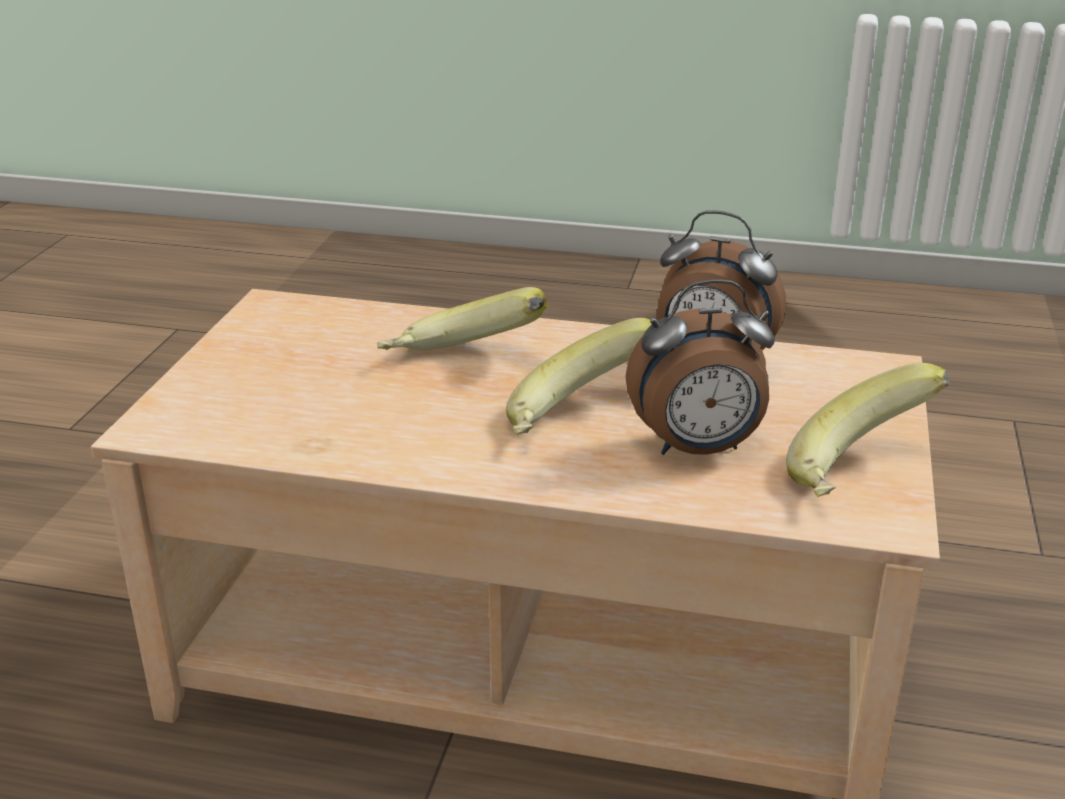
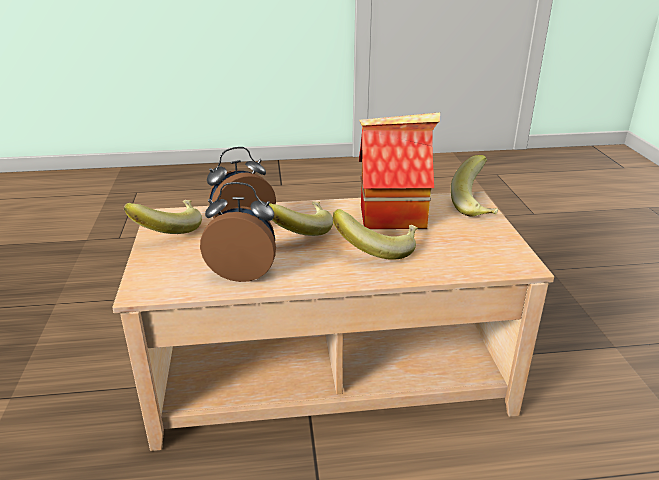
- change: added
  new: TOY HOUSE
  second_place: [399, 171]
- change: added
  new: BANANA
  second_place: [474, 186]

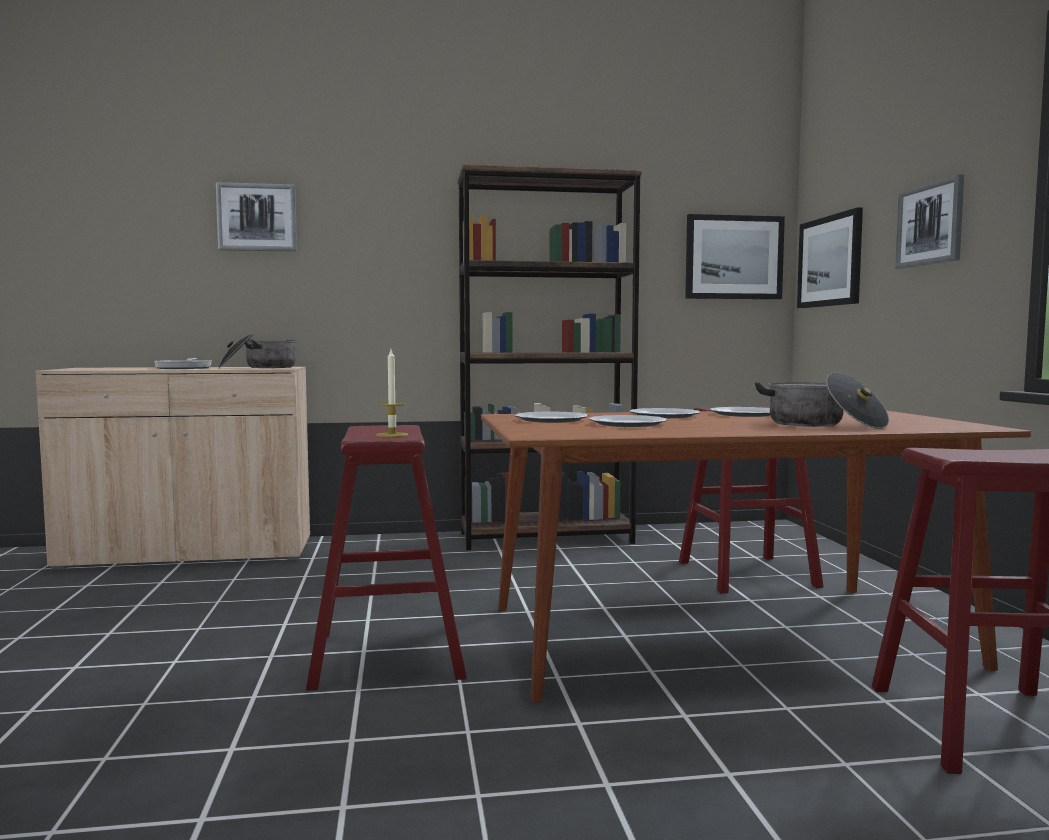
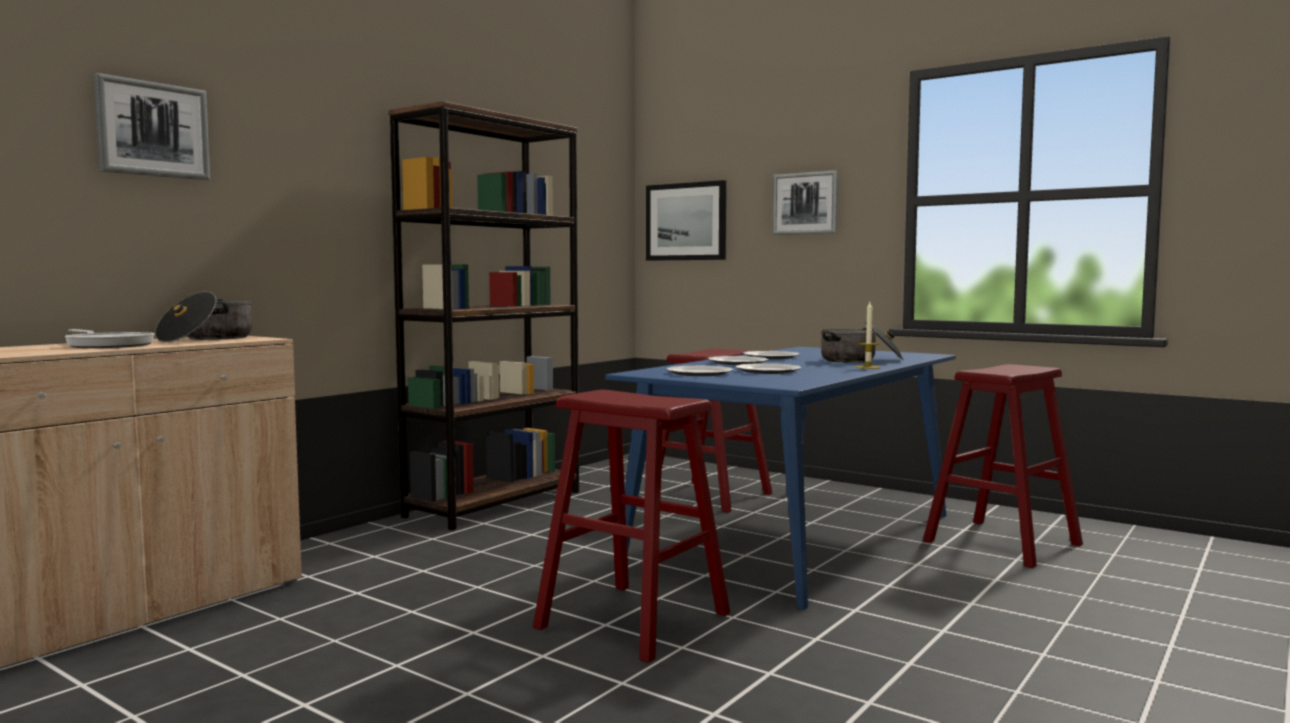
- change: removed
  old: PICTURE
  first_place: [735, 256]
- change: moved
  old: CANDLE
  first_place: [392, 393]
  second_place: [868, 335]
- change: recoloured
  old: BROWN DINING TABLE
  new: BLUE DINING TABLE
  first_place: [756, 556]
  second_place: [780, 478]

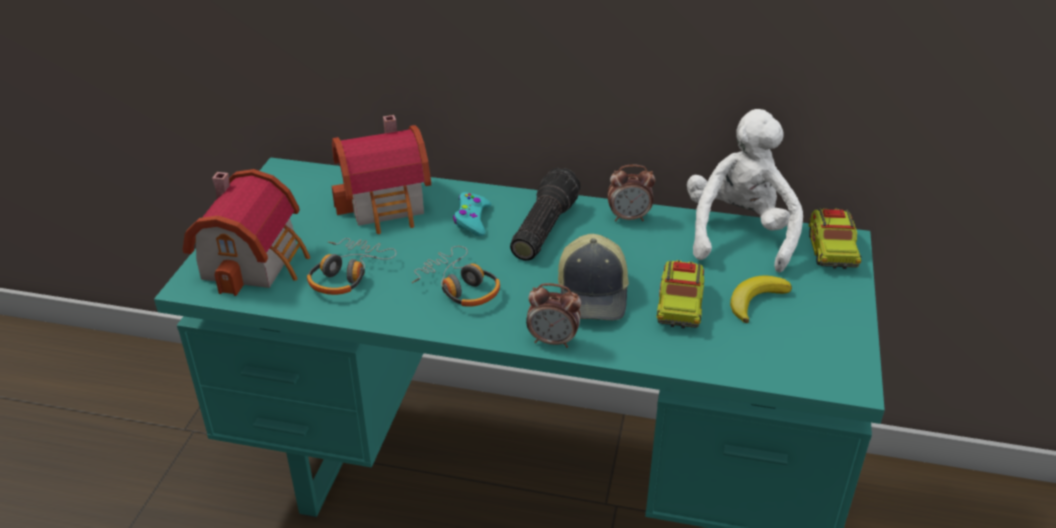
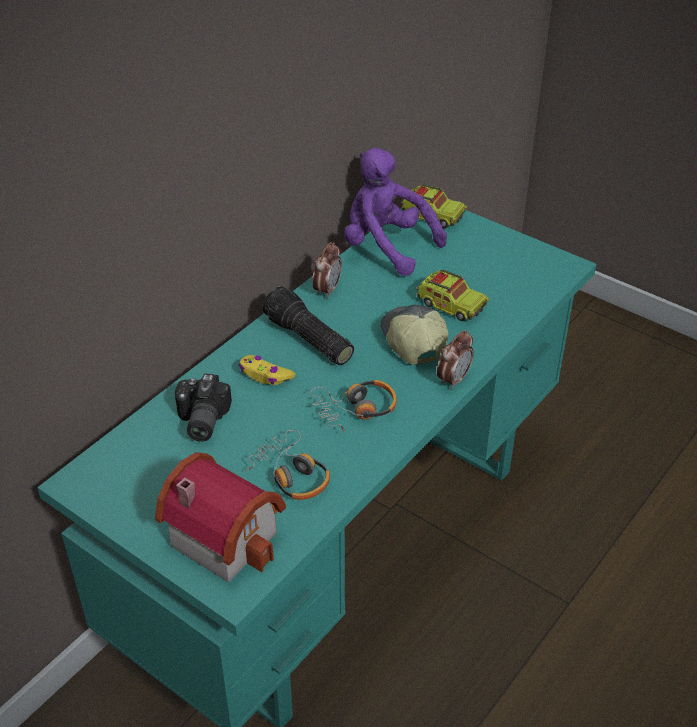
- change: recoloured
  old: WHITE PLUSH TOY
  new: PURPLE PLUSH TOY
  first_place: [745, 190]
  second_place: [395, 212]
- change: replaced
  old: TOY HOUSE
  new: PHOTO CAMERA
  first_place: [381, 174]
  second_place: [203, 408]
- change: recoloured
  old: TURQUOISE GAME CONTROLLER
  new: YELLOW GAME CONTROLLER
  first_place: [472, 214]
  second_place: [267, 370]
- change: turned
  old: CAP
  first_place: [593, 277]
  second_place: [414, 335]
  degrees: -135
- change: removed
  old: BANANA
  first_place: [761, 299]

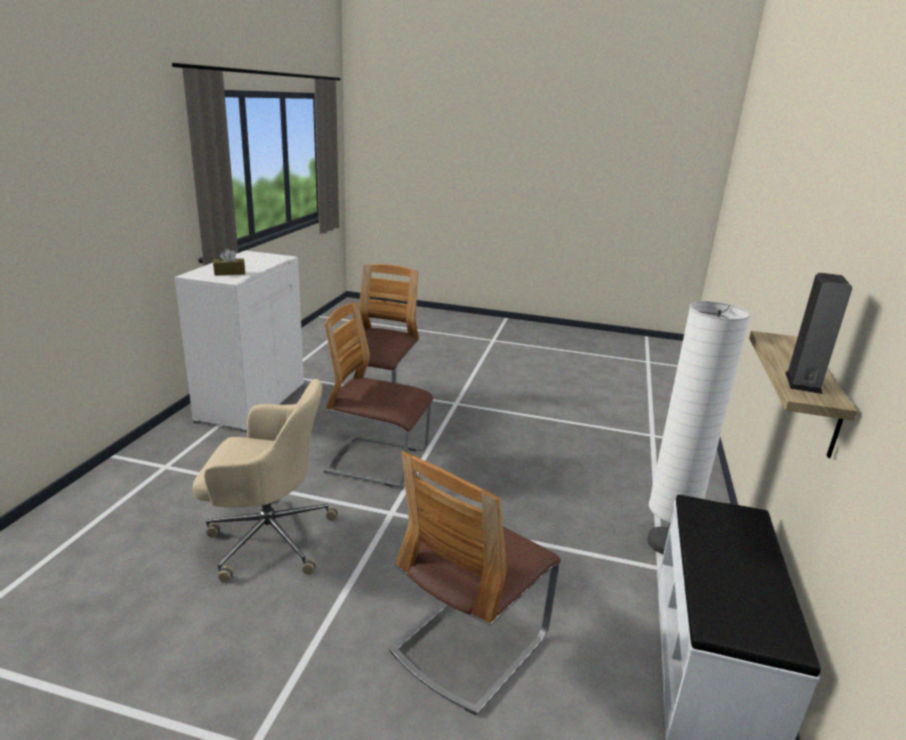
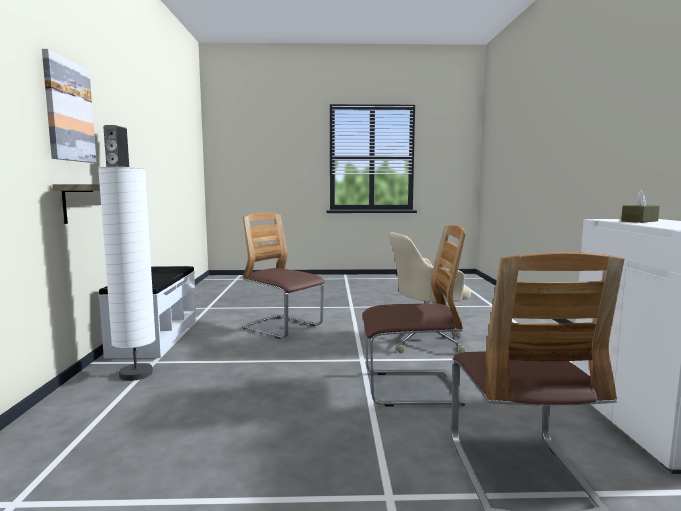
- change: turned
  old: CHAIR
  first_place: [475, 583]
  second_place: [283, 276]
  degrees: -75
- change: added
  new: PICTURE
  second_place: [69, 106]

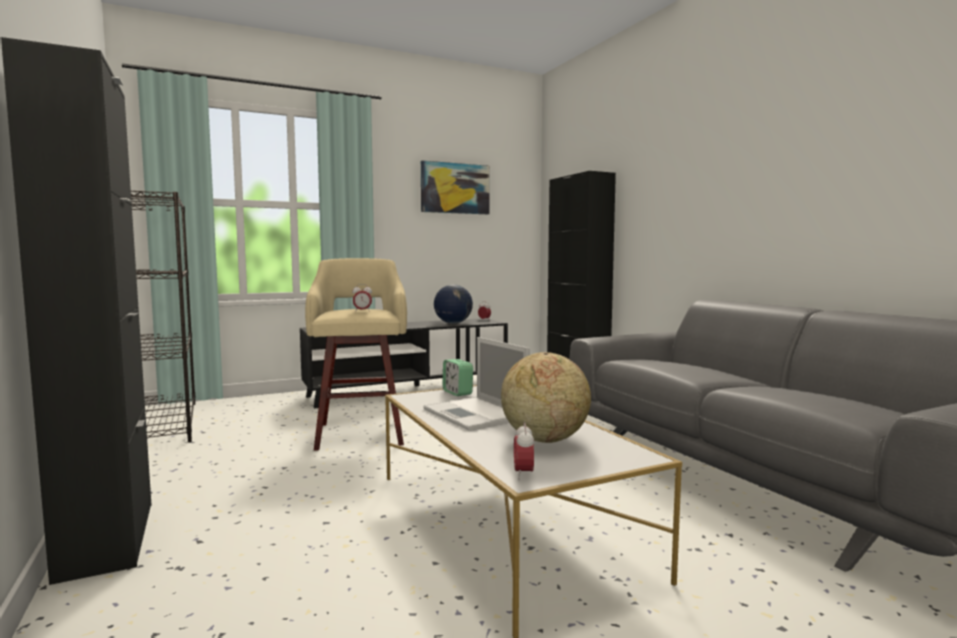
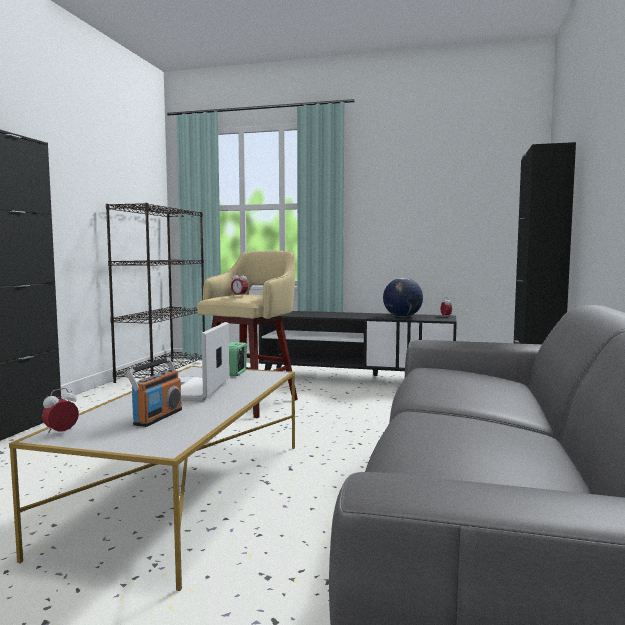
- change: removed
  old: PICTURE
  first_place: [455, 187]
- change: replaced
  old: GLOBE
  new: RADIO
  first_place: [546, 397]
  second_place: [154, 392]

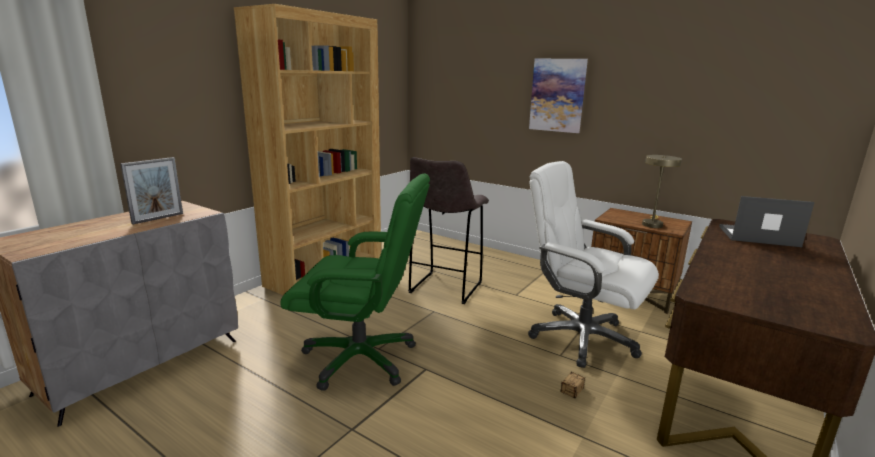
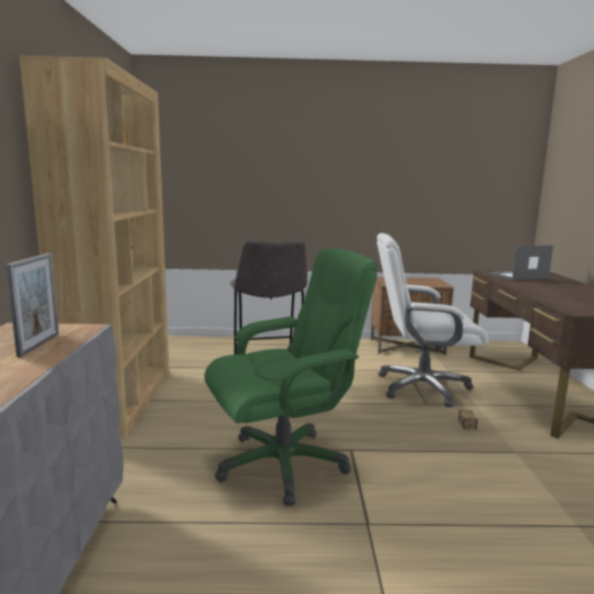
- change: removed
  old: PICTURE
  first_place: [558, 96]
- change: removed
  old: BEIGE TABLE LAMP
  first_place: [662, 191]

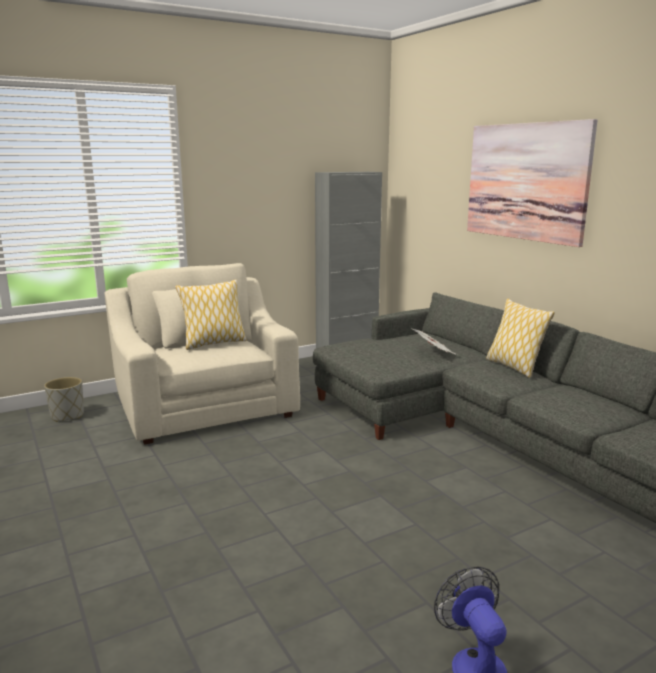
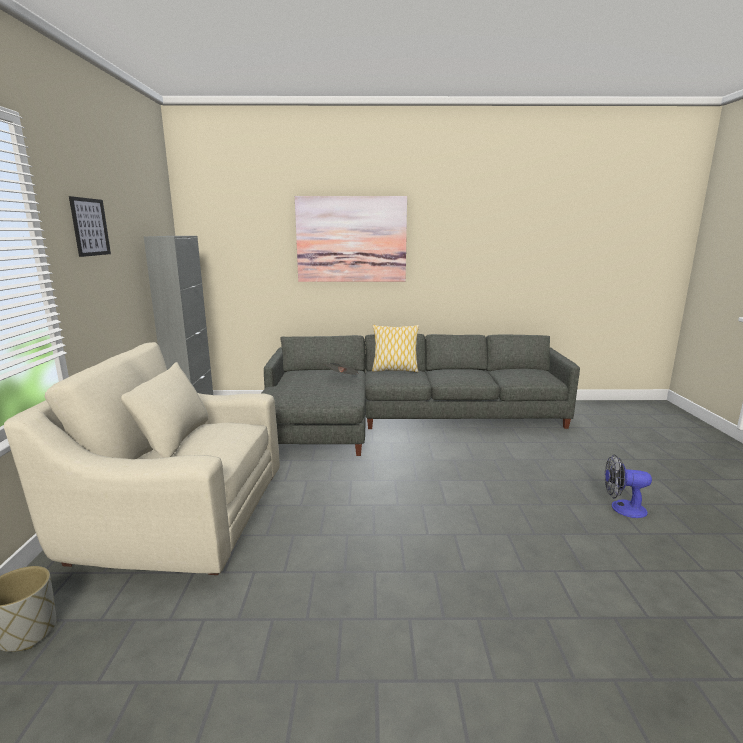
- change: removed
  old: PILLOW
  first_place: [211, 314]
- change: added
  new: PICTURE
  second_place: [90, 226]

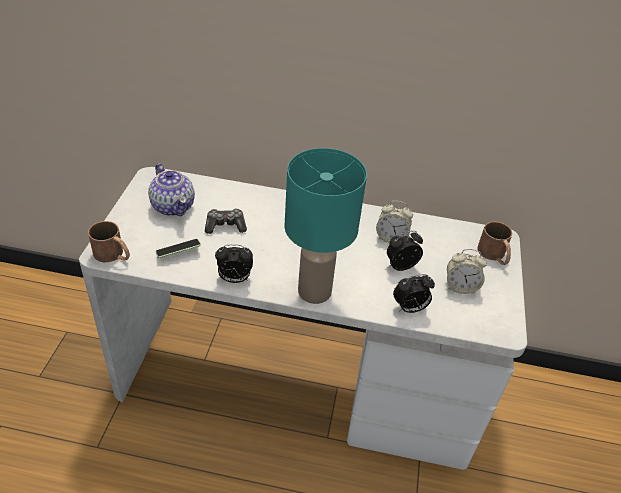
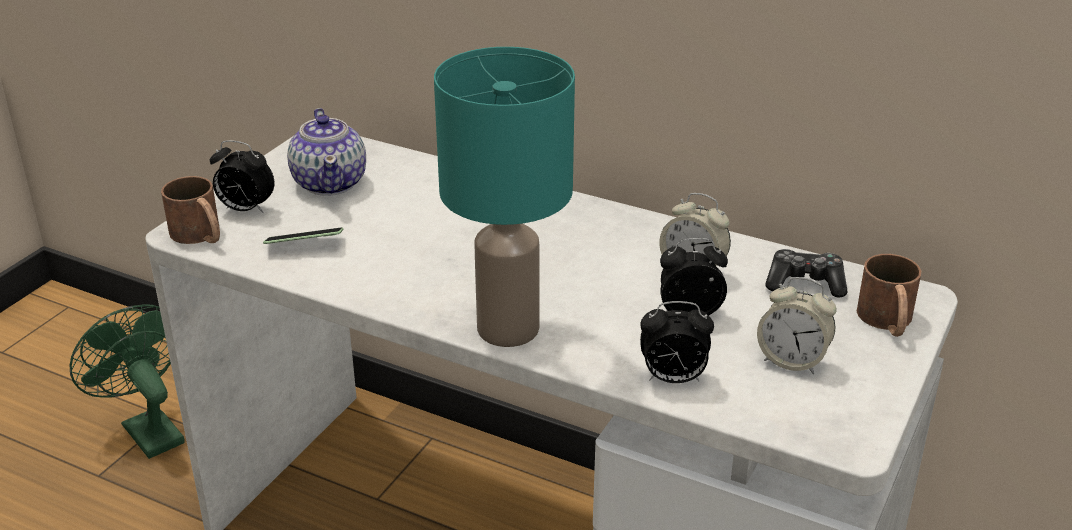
- change: moved
  old: GAME CONTROLLER
  first_place: [226, 221]
  second_place: [806, 273]
- change: moved
  old: ALARM CLOCK
  first_place: [234, 263]
  second_place: [242, 177]
- change: added
  new: GREEN FAN
  second_place: [127, 381]

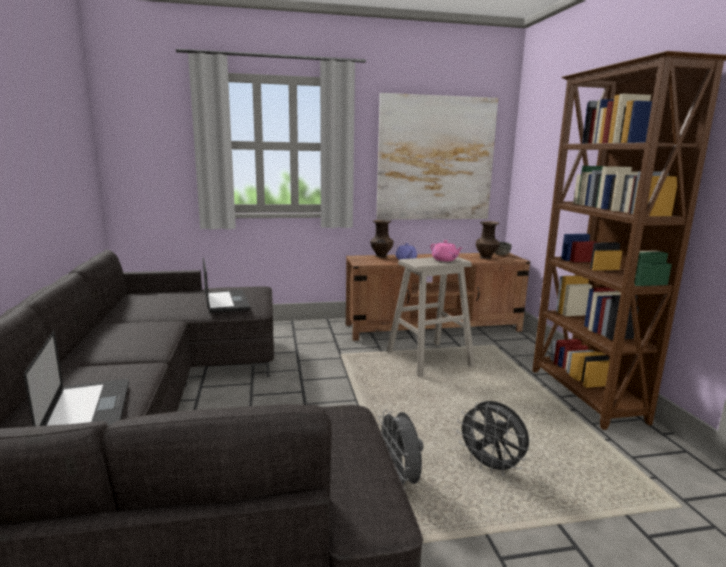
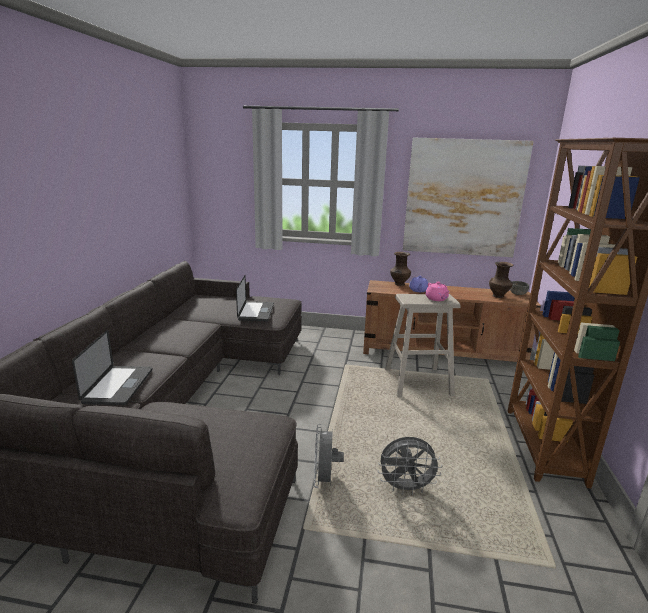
- change: turned
  old: GREY FAN
  first_place: [492, 438]
  second_place: [410, 466]
  degrees: -60

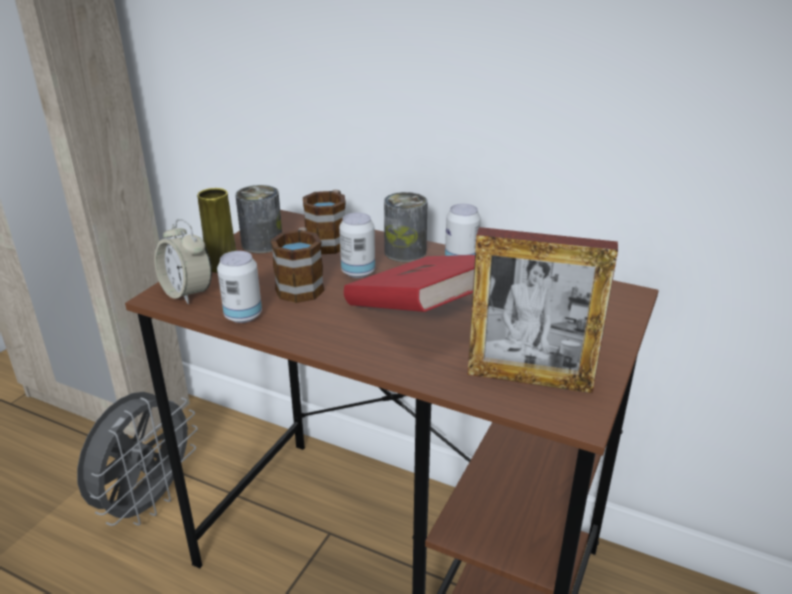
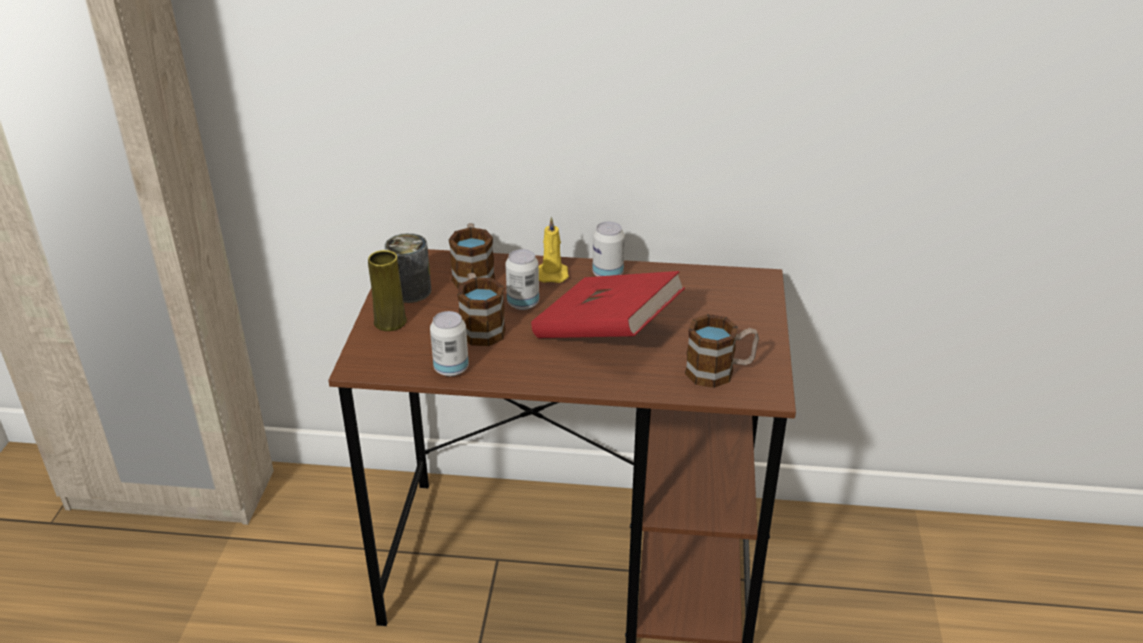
- change: replaced
  old: CAN
  new: YELLOW CANDLE
  first_place: [406, 227]
  second_place: [554, 250]
- change: removed
  old: ALARM CLOCK
  first_place: [183, 261]
- change: replaced
  old: PICTURE FRAME
  new: MUG
  first_place: [543, 310]
  second_place: [722, 351]
- change: removed
  old: GREY FAN
  first_place: [137, 459]

